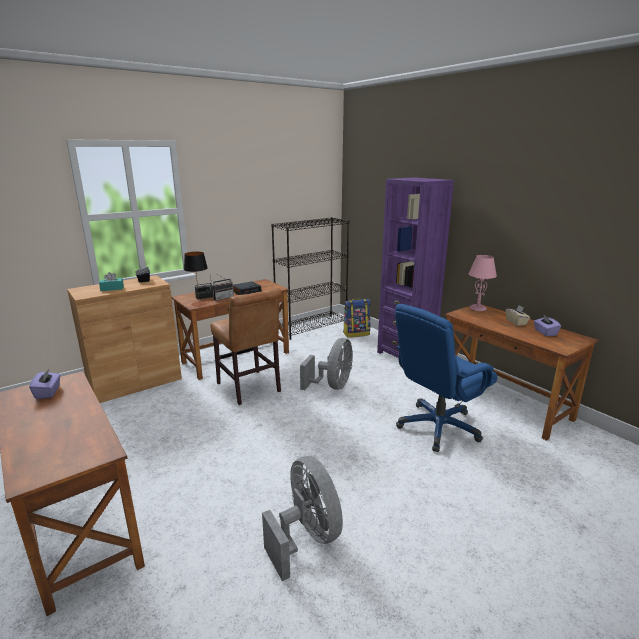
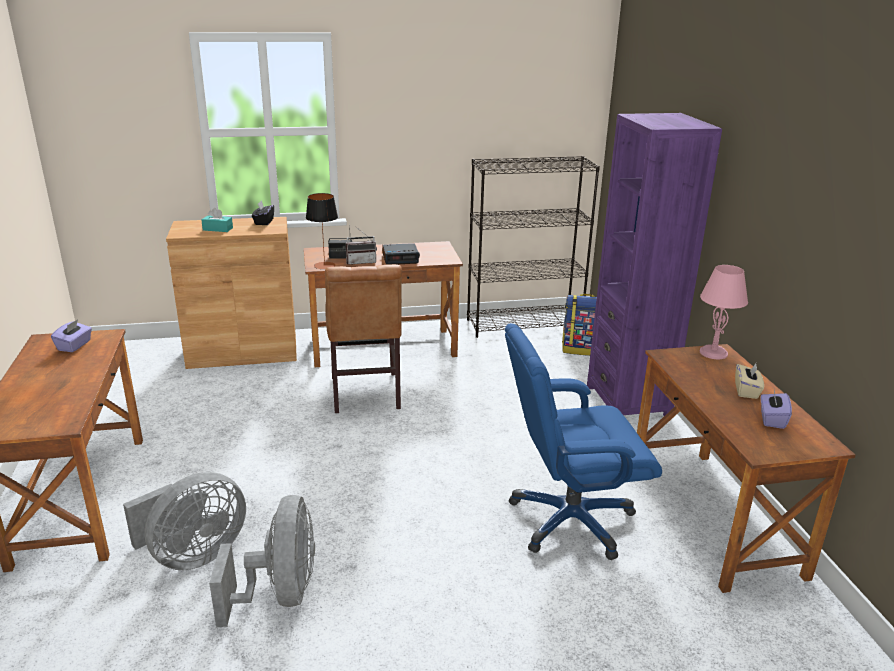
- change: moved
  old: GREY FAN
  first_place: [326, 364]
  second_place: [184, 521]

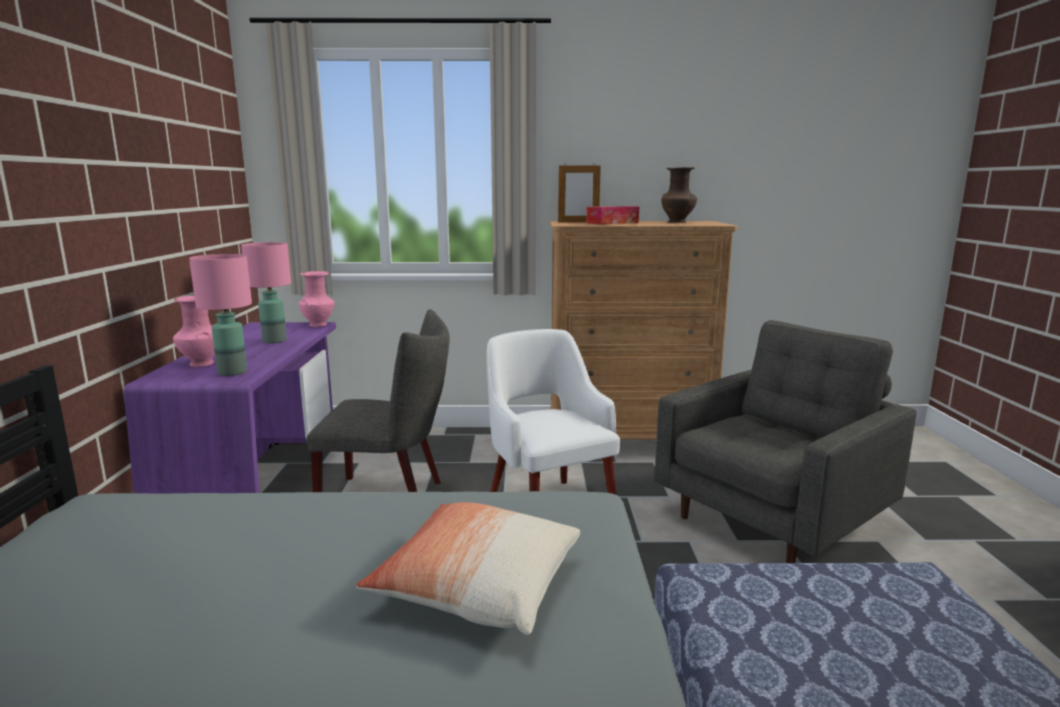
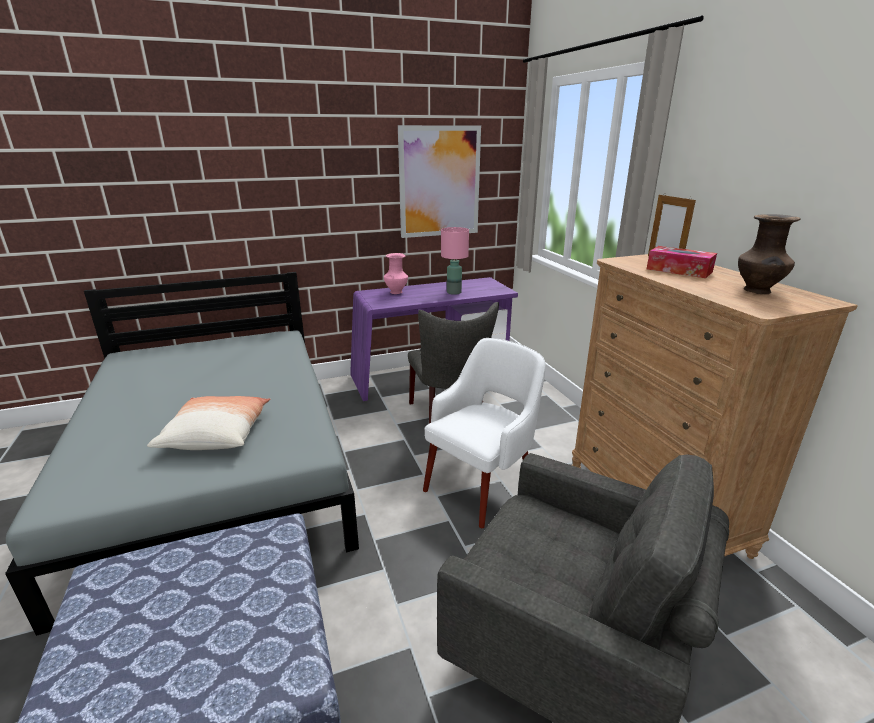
- change: removed
  old: PINK TABLE LAMP
  first_place: [220, 315]
- change: removed
  old: PINK VASE
  first_place: [317, 299]
- change: added
  new: PICTURE
  second_place: [439, 181]

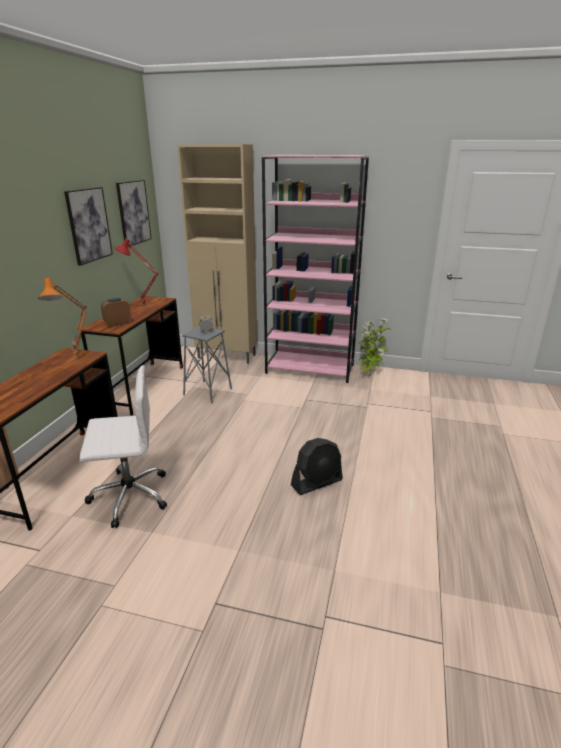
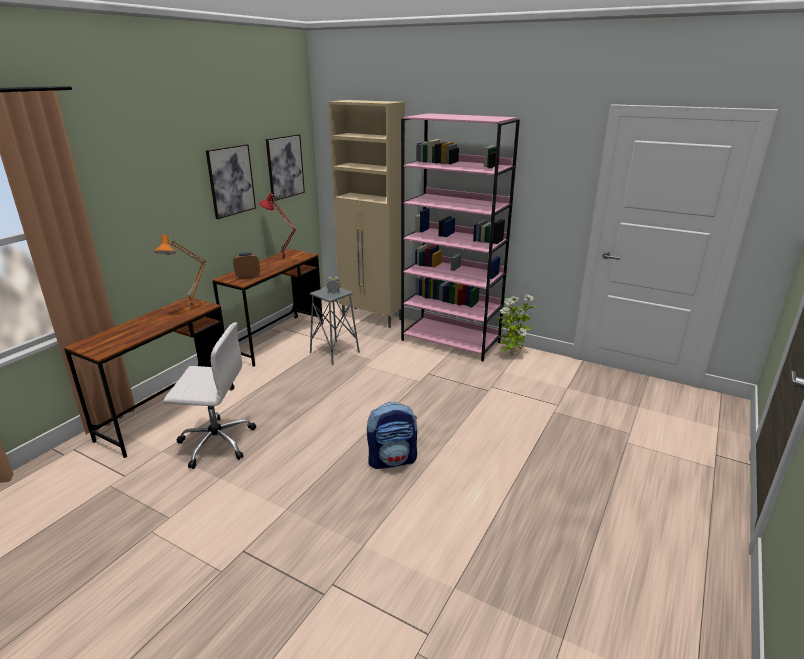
- change: replaced
  old: BLACK FAN
  new: BACKPACK
  first_place: [317, 466]
  second_place: [392, 435]

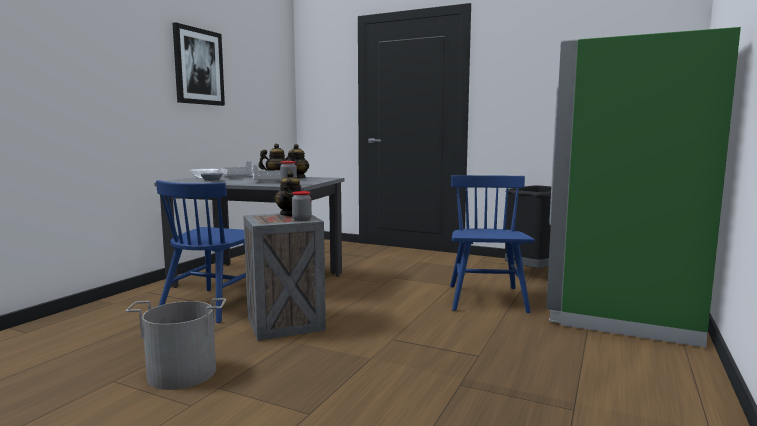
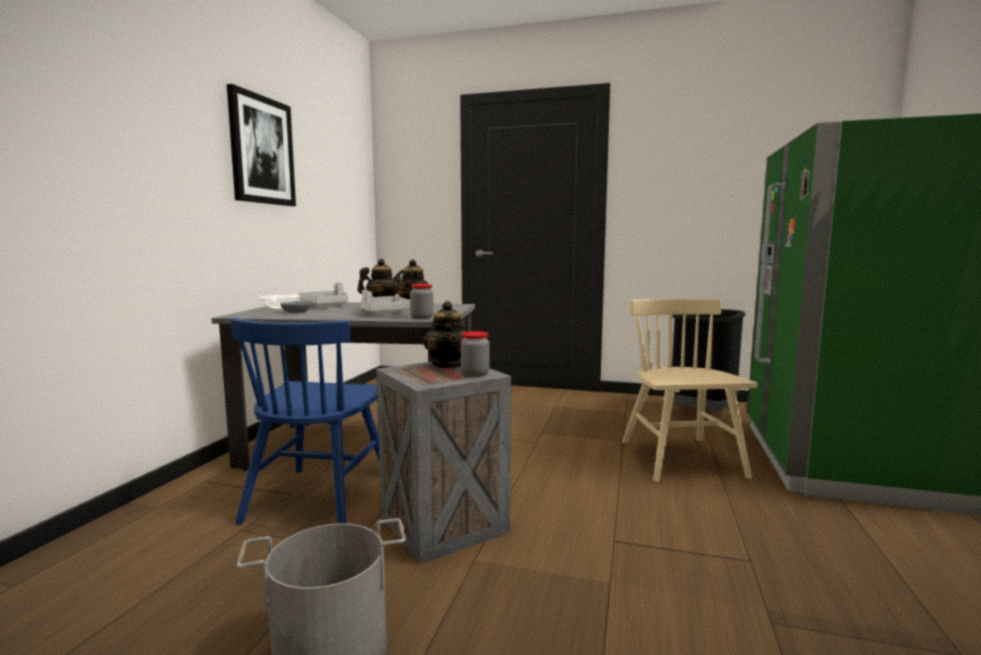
- change: recoloured
  old: BLUE CHAIR
  new: BEIGE CHAIR
  first_place: [492, 244]
  second_place: [690, 390]

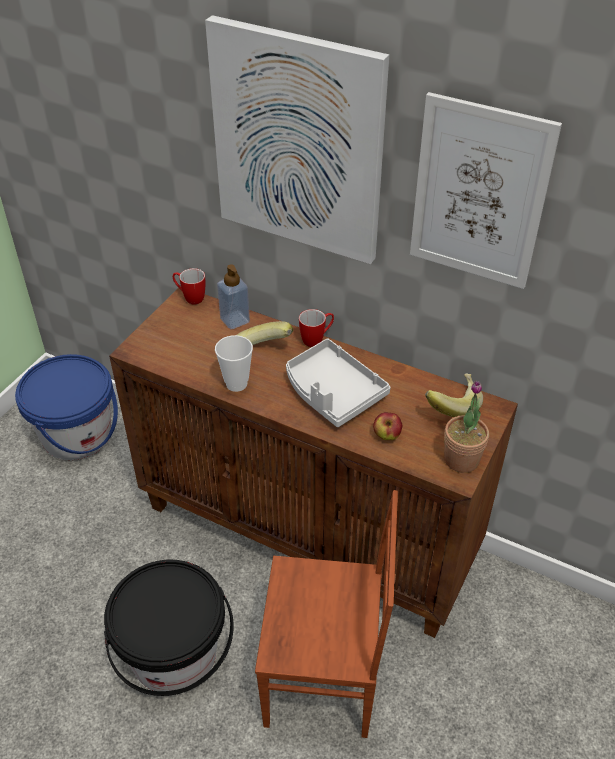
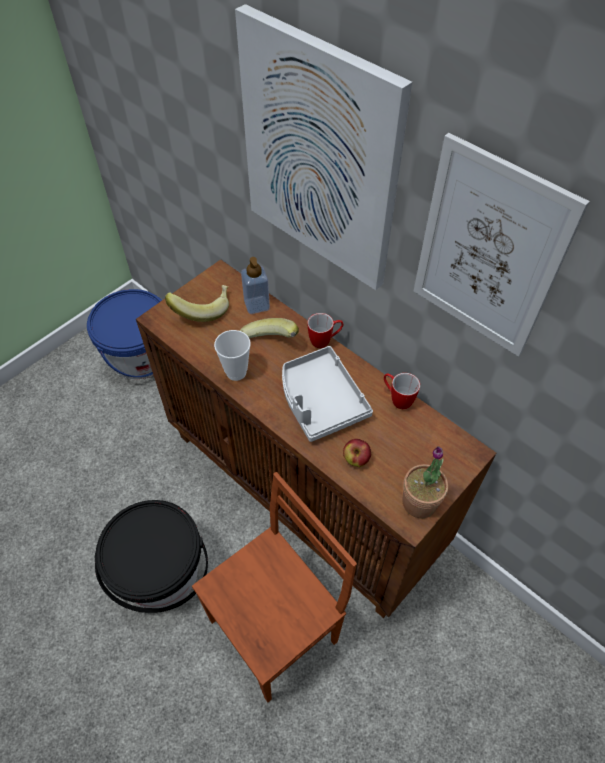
- change: moved
  old: MUG
  first_place: [189, 286]
  second_place: [402, 391]
- change: moved
  old: BANANA
  first_place: [454, 395]
  second_place: [197, 303]
- change: turned
  old: BROWN CHAIR
  first_place: [326, 614]
  second_place: [274, 587]
  degrees: -60

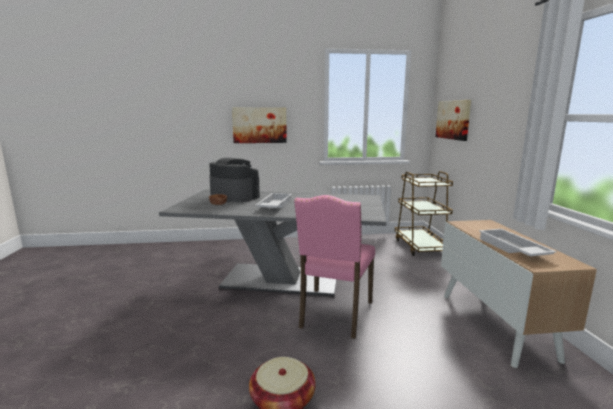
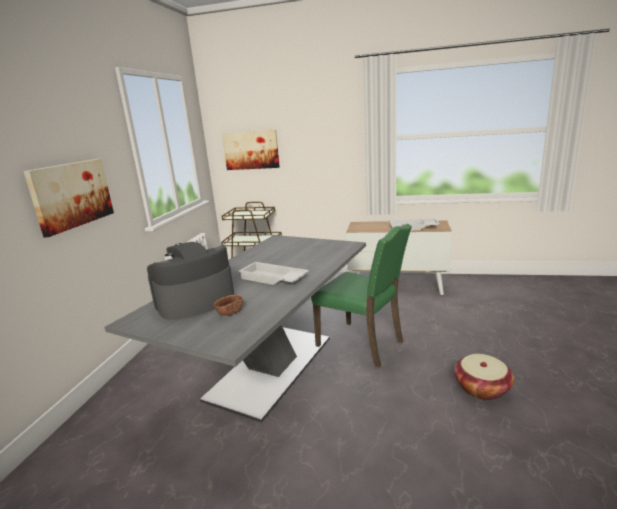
- change: recoloured
  old: PINK CHAIR
  new: GREEN CHAIR
  first_place: [334, 267]
  second_place: [361, 296]

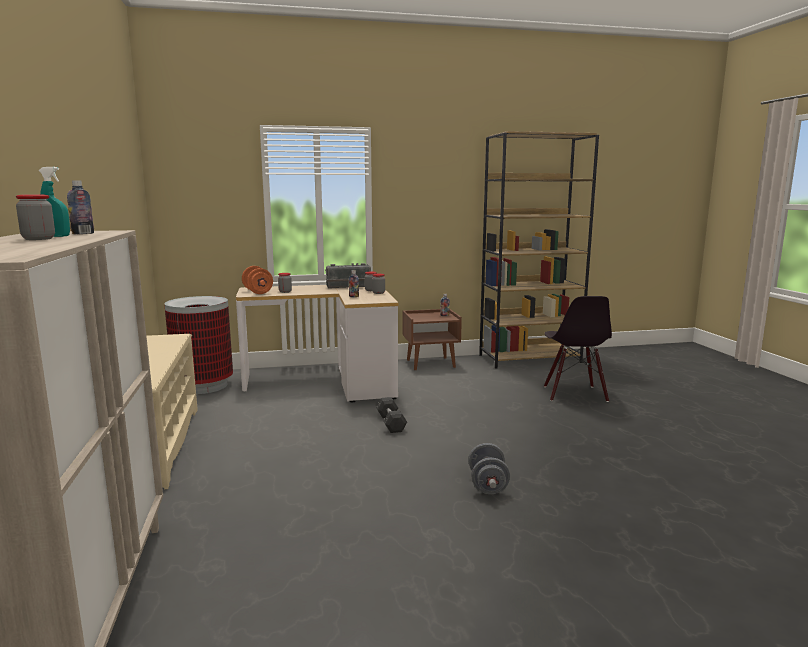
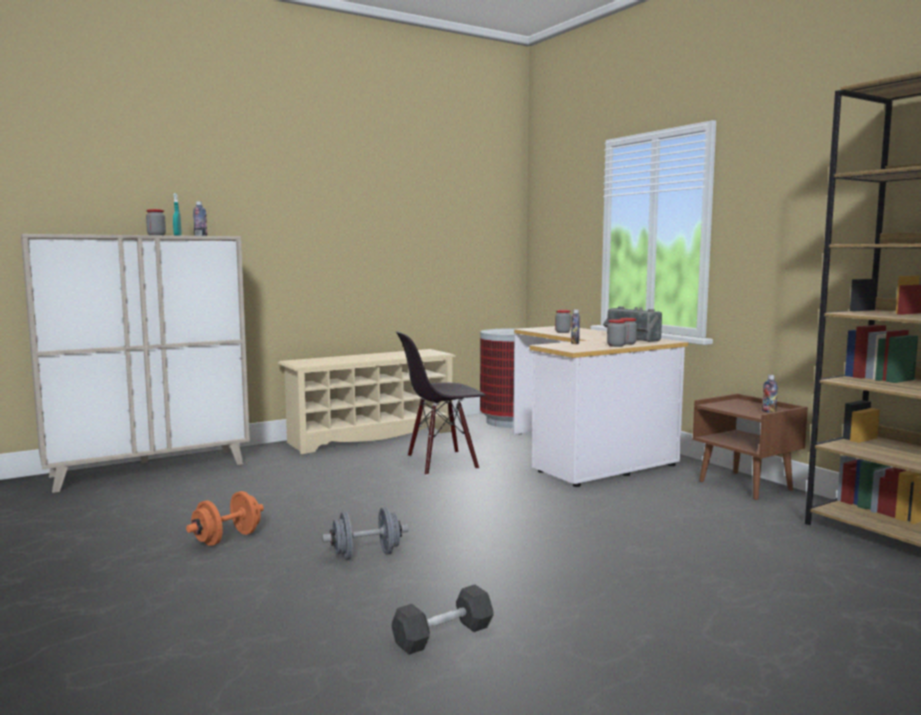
- change: moved
  old: ORANGE DUMBBELL
  first_place: [257, 280]
  second_place: [225, 518]
- change: moved
  old: BLACK CHAIR
  first_place: [578, 349]
  second_place: [441, 403]
- change: moved
  old: GREY DUMBBELL
  first_place: [391, 415]
  second_place: [443, 620]

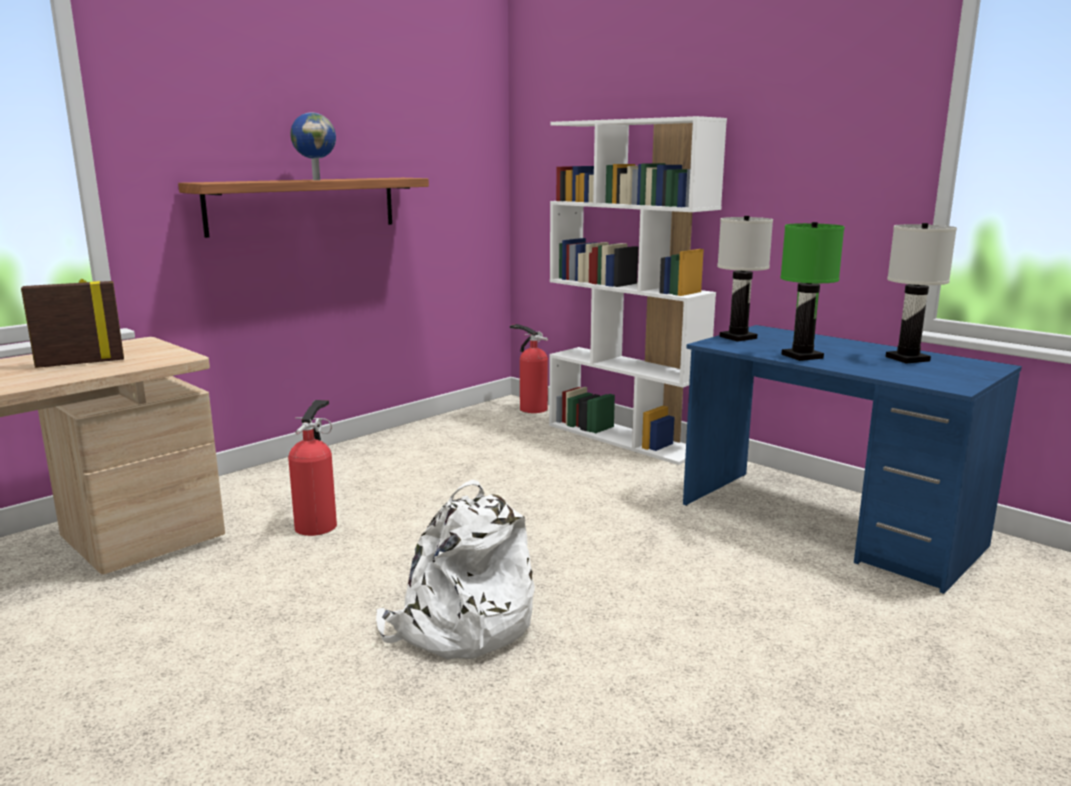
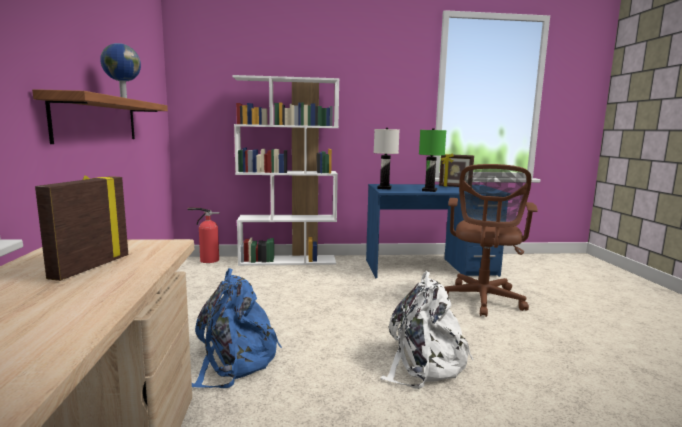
- change: replaced
  old: WHITE TABLE LAMP
  new: PICTURE FRAME
  first_place: [921, 293]
  second_place: [456, 170]
- change: replaced
  old: FIRE EXTINGUISHER
  new: BLUE BACKPACK
  first_place: [312, 468]
  second_place: [237, 328]
- change: added
  new: BROWN OFFICE CHAIR
  second_place: [491, 240]

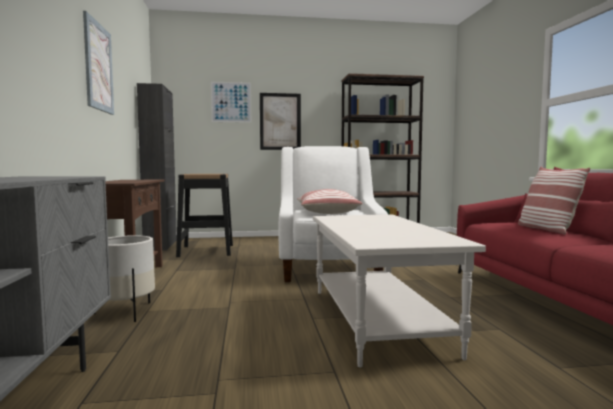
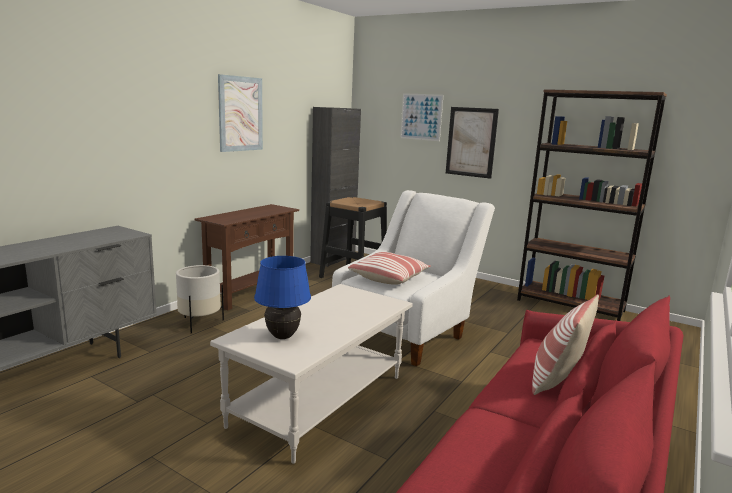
- change: added
  new: BLUE TABLE LAMP
  second_place: [282, 297]

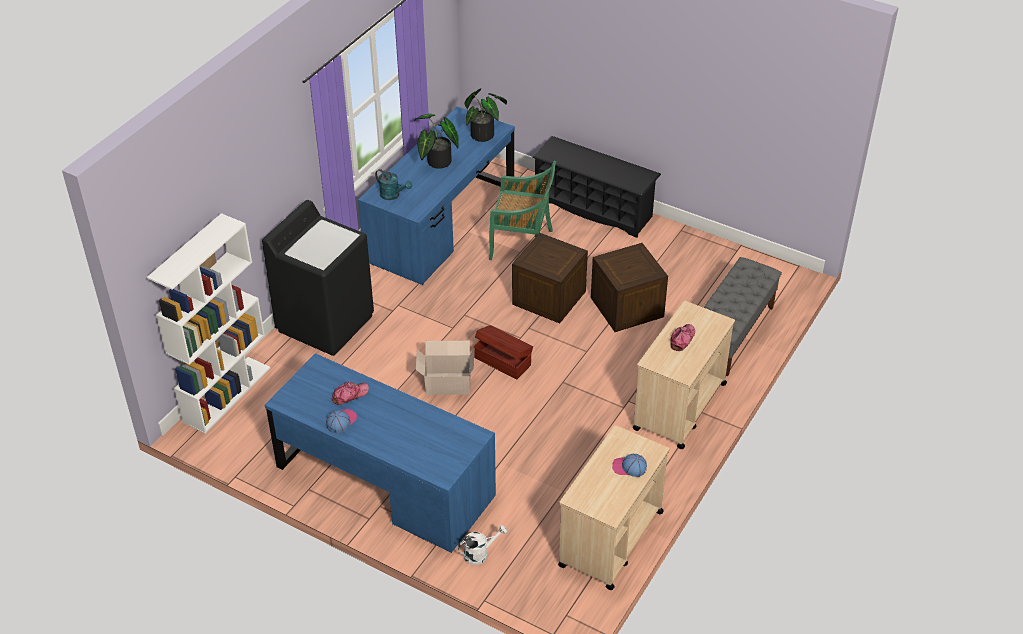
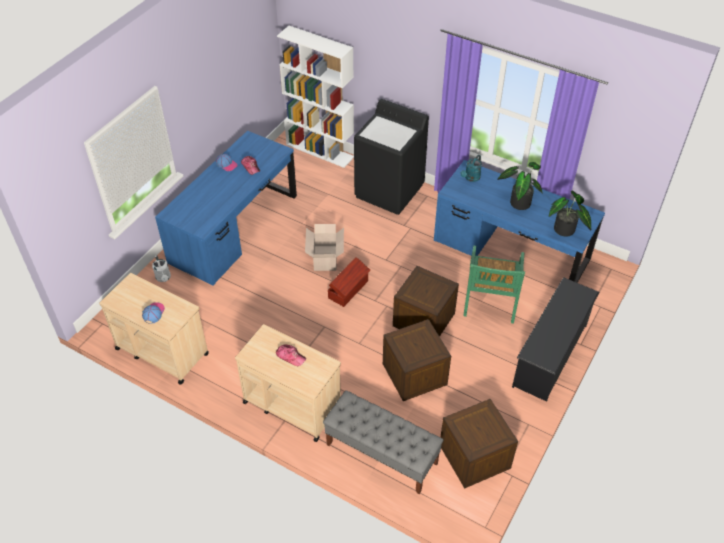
- change: added
  new: CRATE
  second_place: [479, 444]

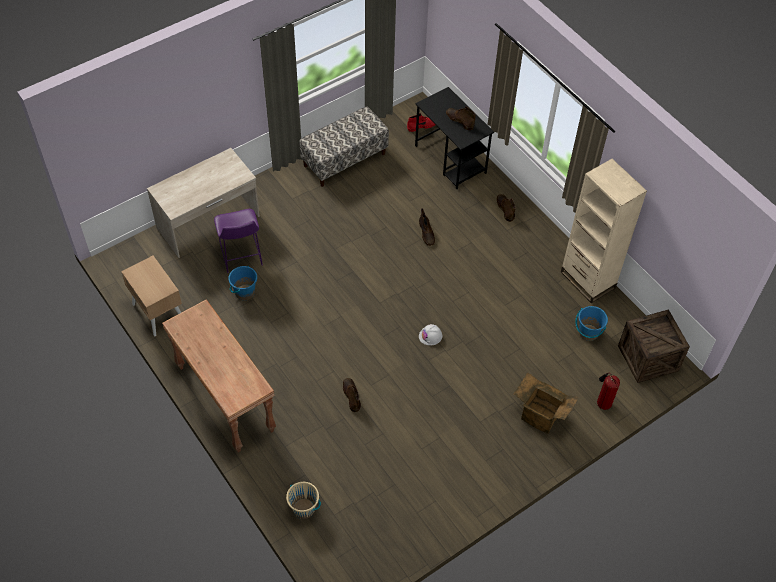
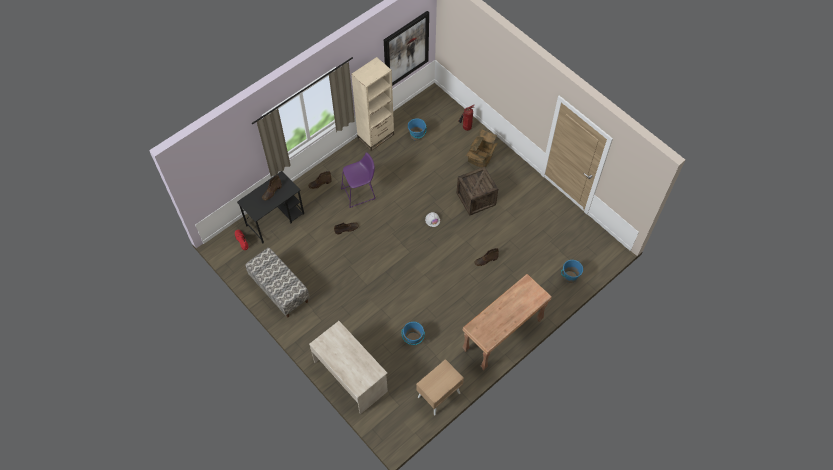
- change: moved
  old: PURPLE STOOL
  first_place: [238, 241]
  second_place: [358, 180]
- change: moved
  old: CRATE
  first_place: [654, 346]
  second_place: [477, 191]
- change: recoloured
  old: BEIGE BUCKET
  new: BLUE BUCKET
  first_place: [303, 500]
  second_place: [572, 271]
- change: added
  new: PICTURE
  second_place: [406, 48]

